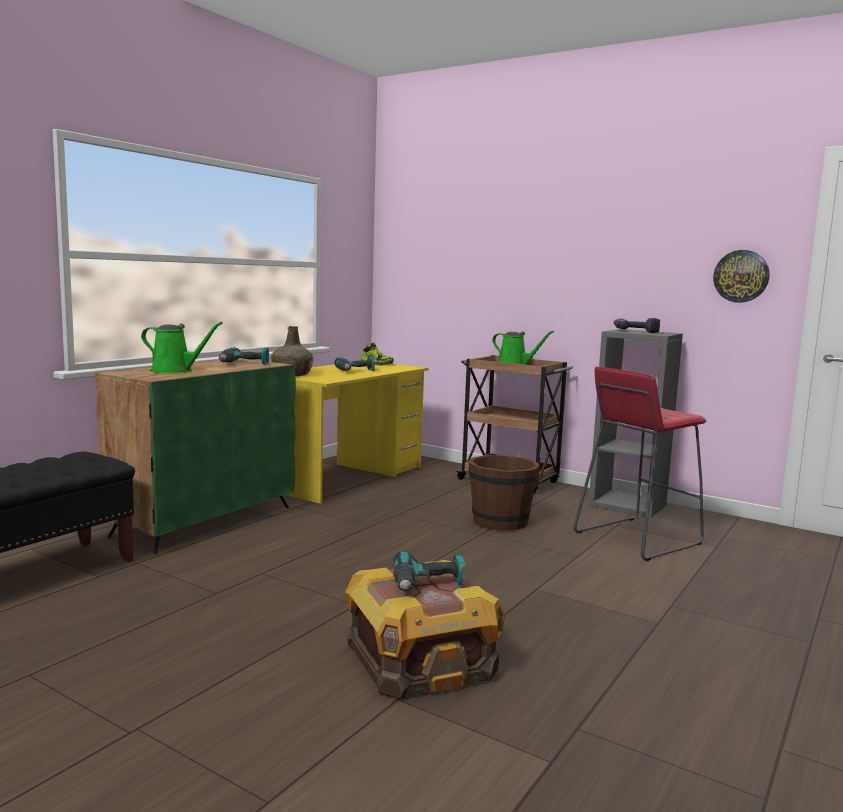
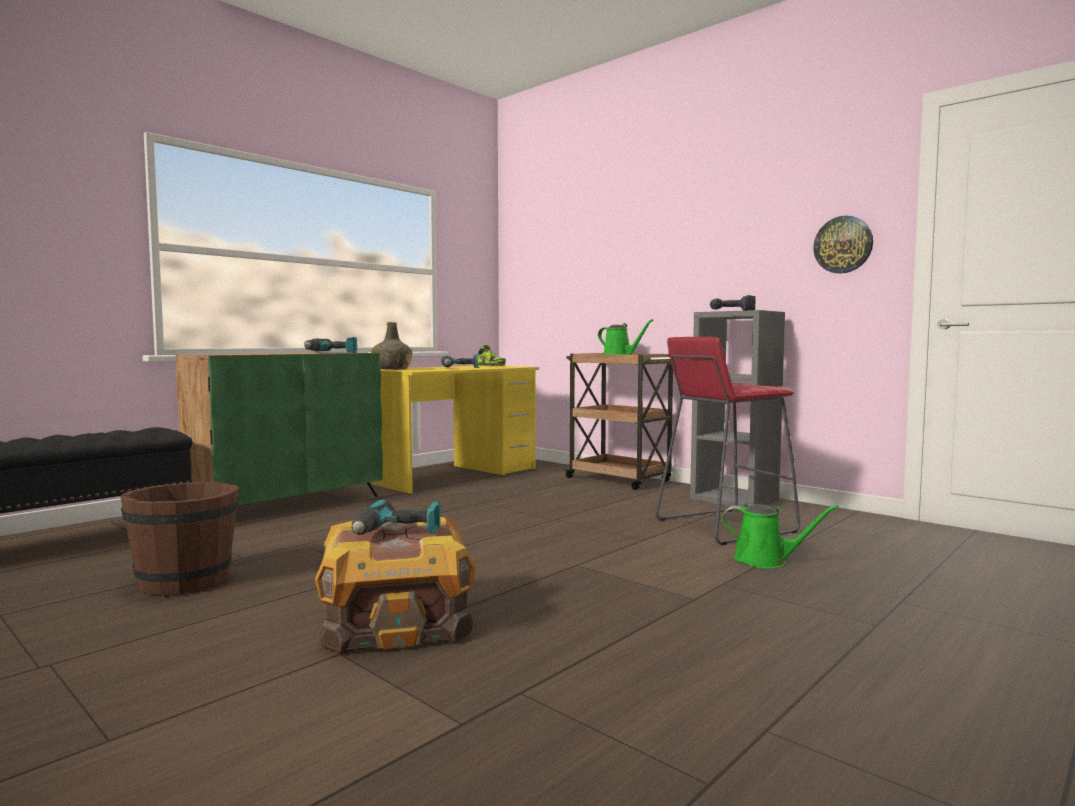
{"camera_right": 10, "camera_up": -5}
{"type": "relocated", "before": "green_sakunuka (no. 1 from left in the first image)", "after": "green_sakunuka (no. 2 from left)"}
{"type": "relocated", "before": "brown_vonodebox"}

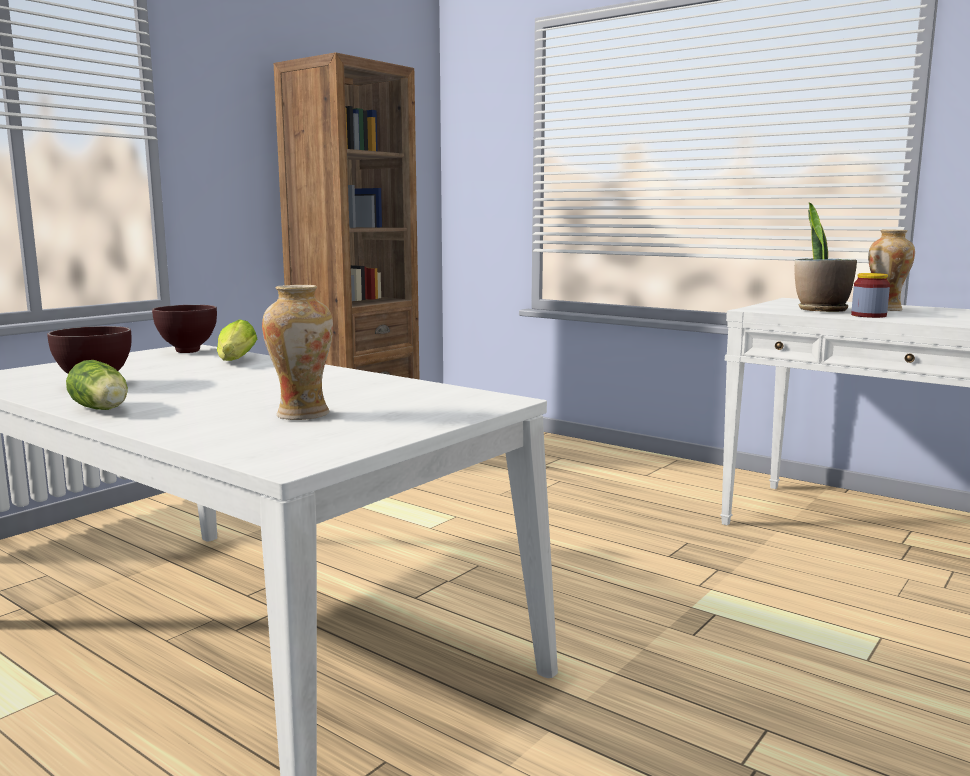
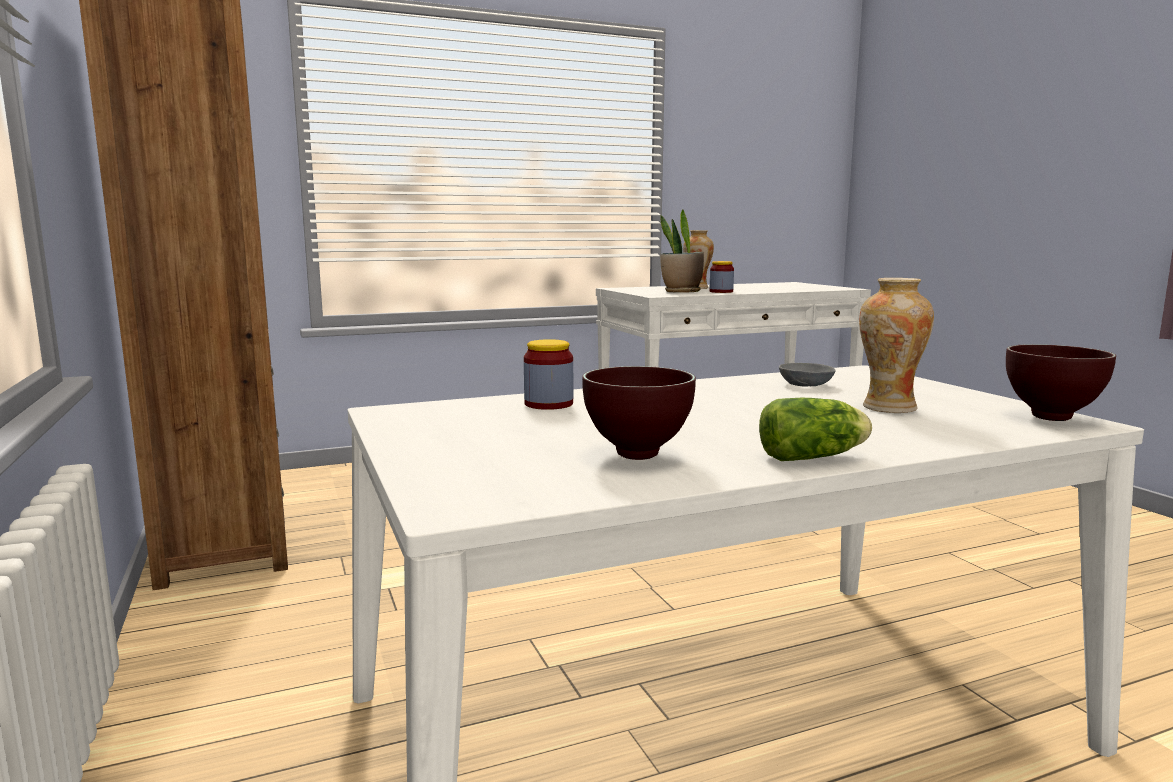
{"camera_right": -60, "camera_up": 0}
{"type": "appeared", "after": "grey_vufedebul"}
{"type": "relocated", "before": "brown_vufedebul (no. 2 from left)"}
{"type": "exchanged", "before": "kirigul (no. 2 from left)", "after": "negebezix (no. 1 from left)"}

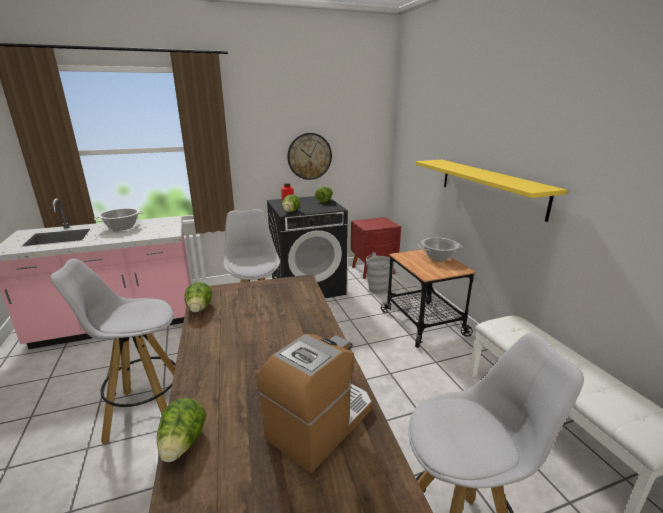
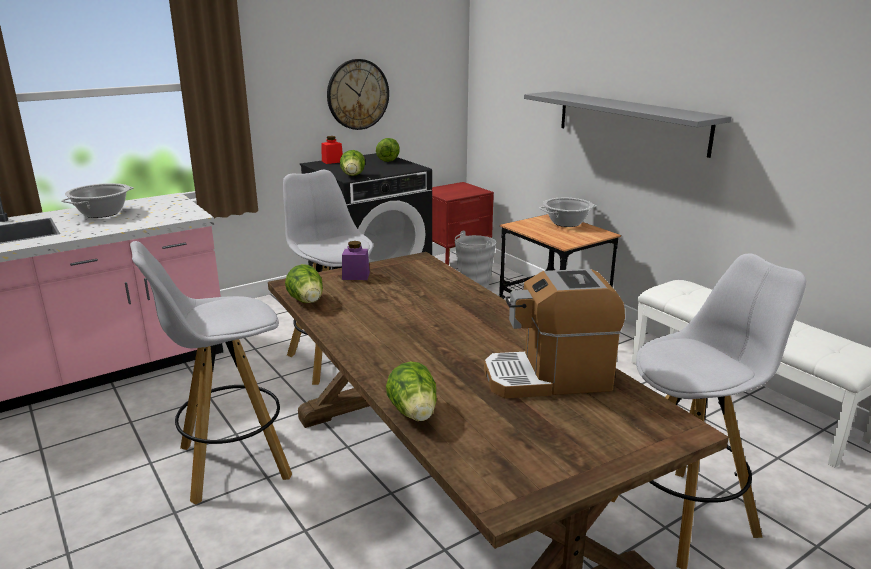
{"camera_right": -15, "camera_up": 0}
{"type": "appeared", "after": "purple_negebezix"}
{"type": "colour", "before": "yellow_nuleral", "after": "grey_nuleral"}
{"type": "spun", "before": "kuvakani", "turn": -120}

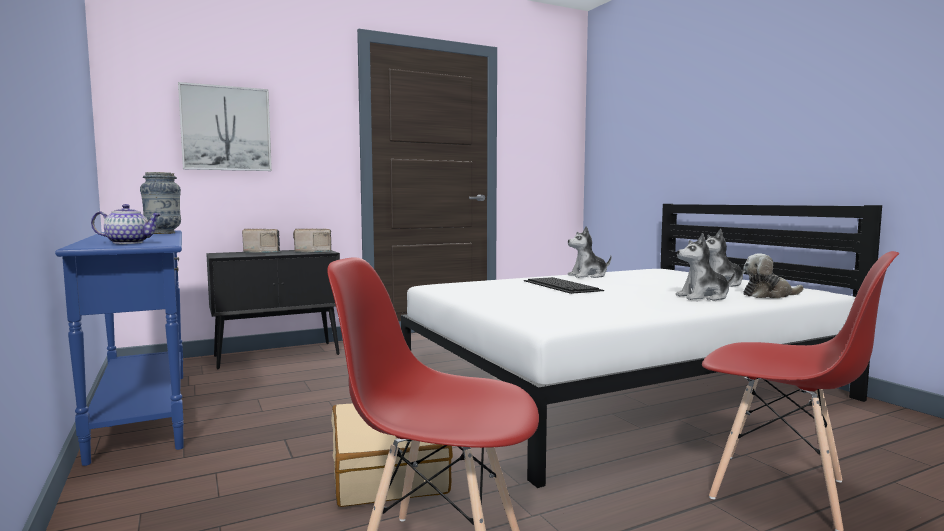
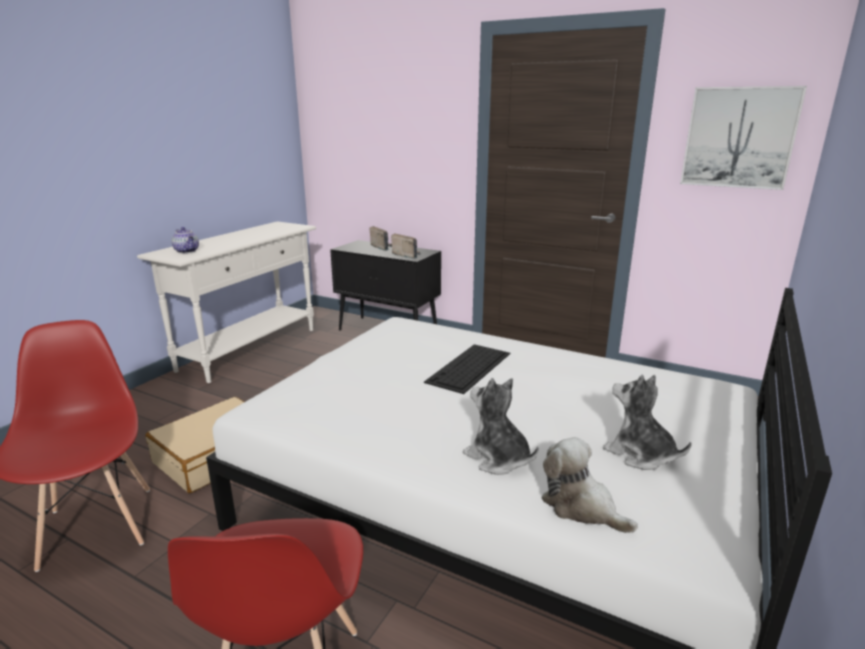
{"camera_right": 55, "camera_up": 15}
{"type": "missing", "before": "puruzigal"}
{"type": "missing", "before": "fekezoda (no. 1 from left)"}
{"type": "relocated", "before": "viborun"}
{"type": "colour", "before": "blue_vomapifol", "after": "white_vomapifol"}

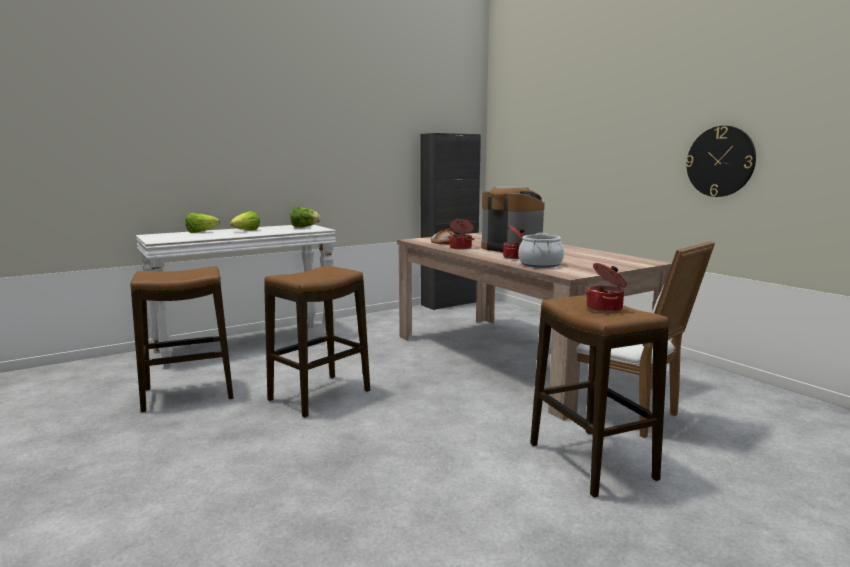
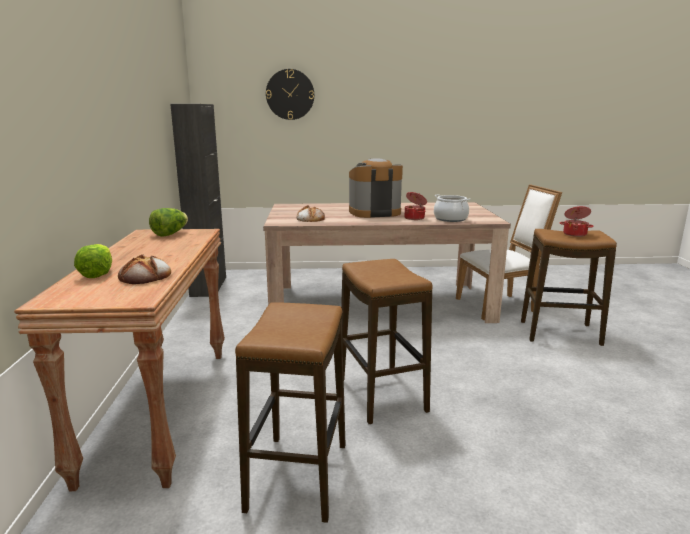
{"camera_right": -60, "camera_up": 5}
{"type": "missing", "before": "kirigul (no. 2 from left)"}
{"type": "missing", "before": "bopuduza (no. 1 from left)"}
{"type": "appeared", "after": "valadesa (no. 1 from left)"}
{"type": "relocated", "before": "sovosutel"}
{"type": "colour", "before": "white_vomapifol", "after": "brown_vomapifol"}

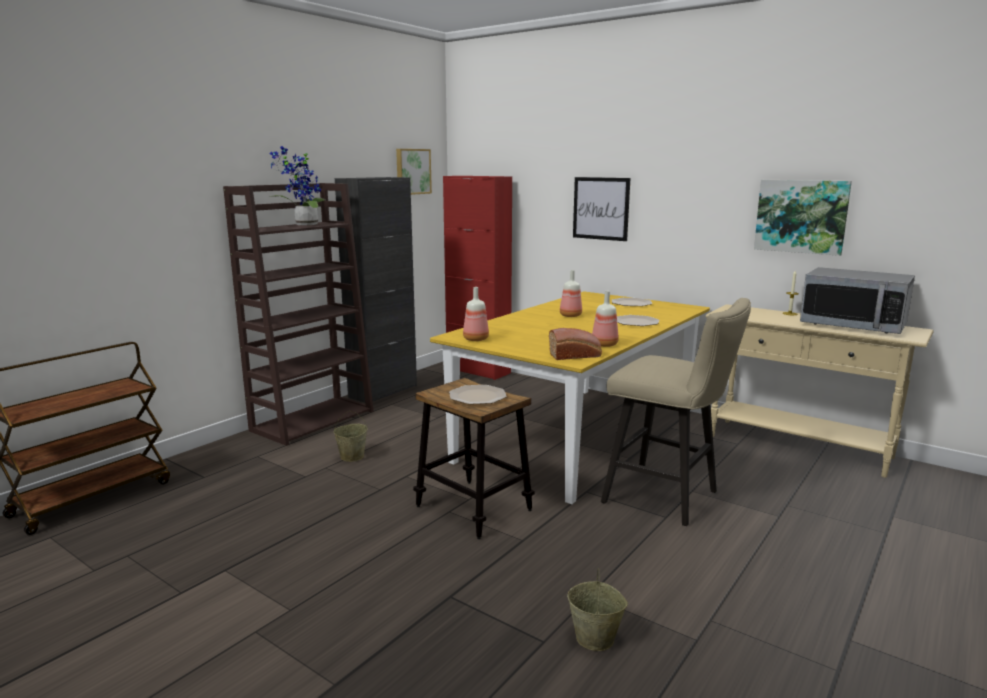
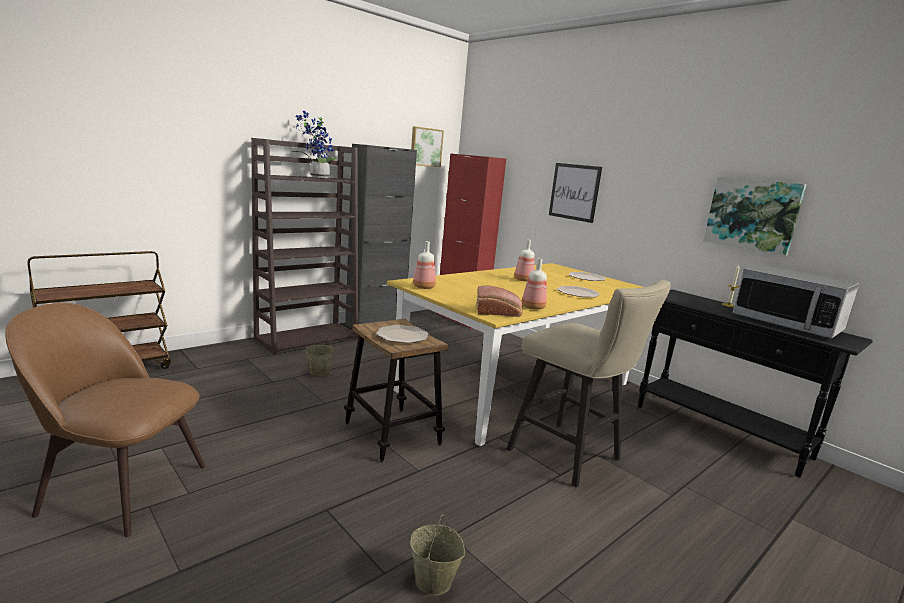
{"camera_right": 10, "camera_up": 0}
{"type": "appeared", "after": "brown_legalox"}
{"type": "colour", "before": "beige_vomapifol", "after": "black_vomapifol"}

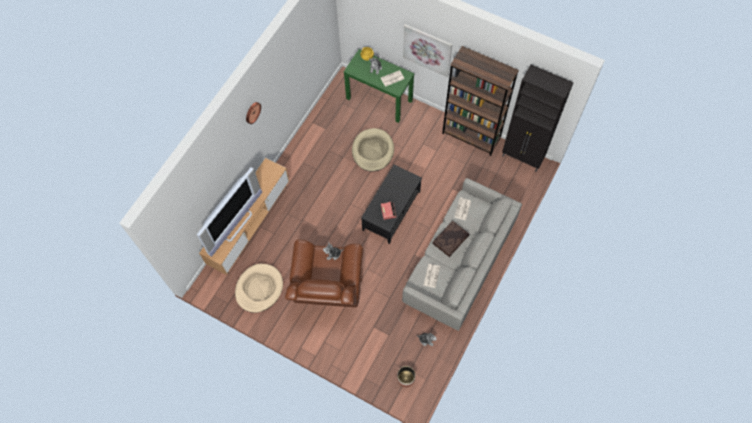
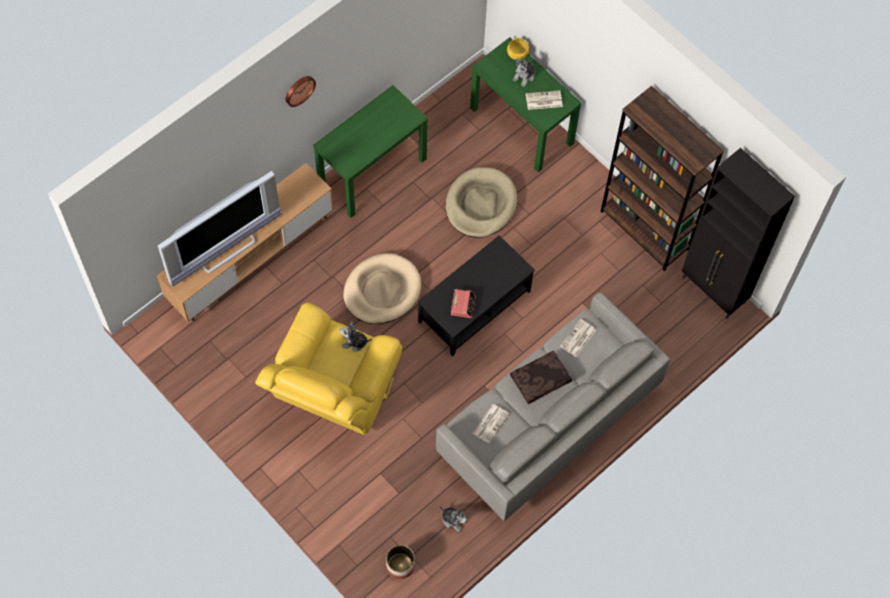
{"camera_right": 15, "camera_up": 0}
{"type": "missing", "before": "viborun"}
{"type": "appeared", "after": "green_vomapifol (no. 1 from left)"}
{"type": "relocated", "before": "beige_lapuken (no. 1 from left)"}
{"type": "colour", "before": "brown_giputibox", "after": "yellow_giputibox"}

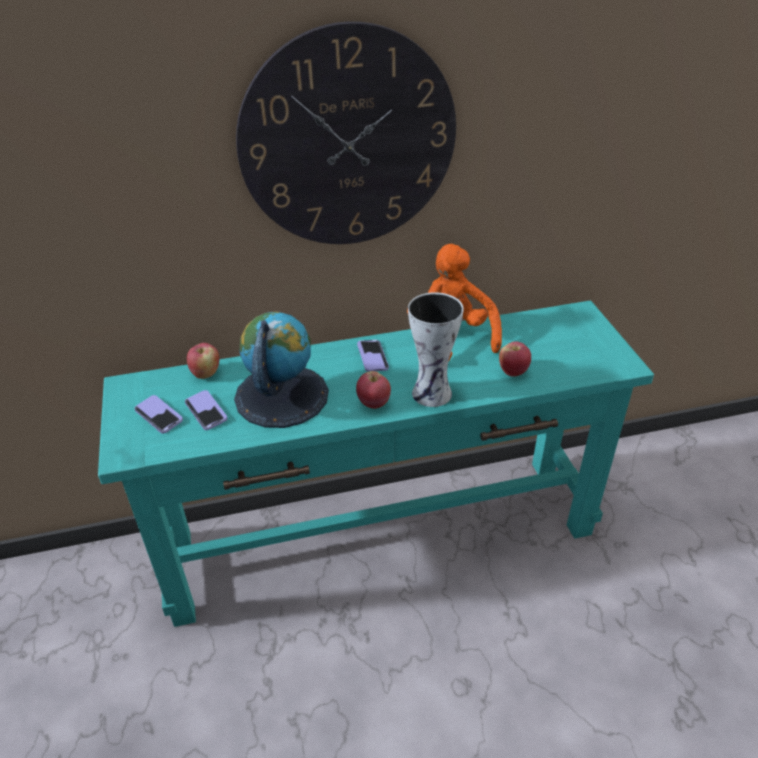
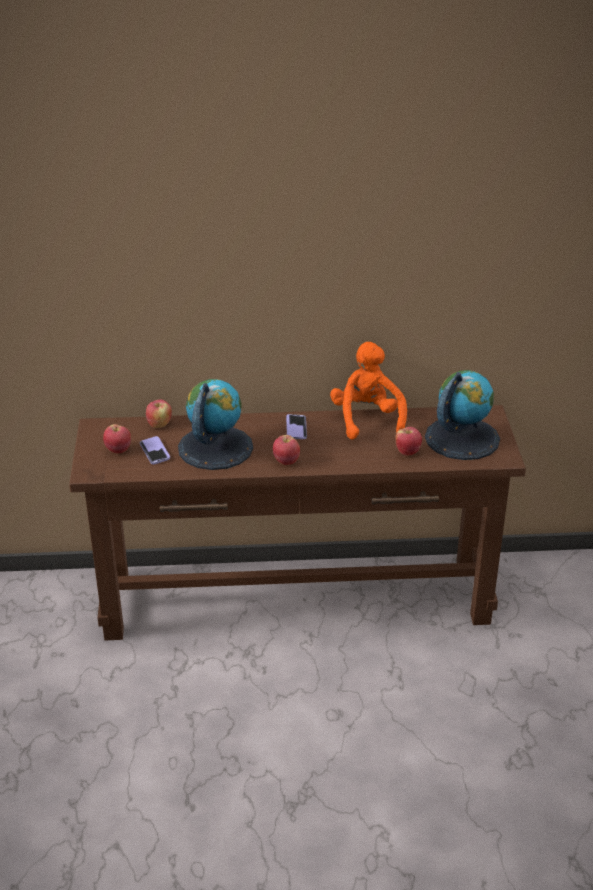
{"camera_right": 10, "camera_up": -5}
{"type": "missing", "before": "sovosutel"}
{"type": "missing", "before": "puruzigal"}
{"type": "appeared", "after": "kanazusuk (no. 2 from left)"}
{"type": "exchanged", "before": "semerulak (no. 1 from left)", "after": "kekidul (no. 1 from left)"}
{"type": "colour", "before": "turquoise_vomapifol", "after": "brown_vomapifol"}

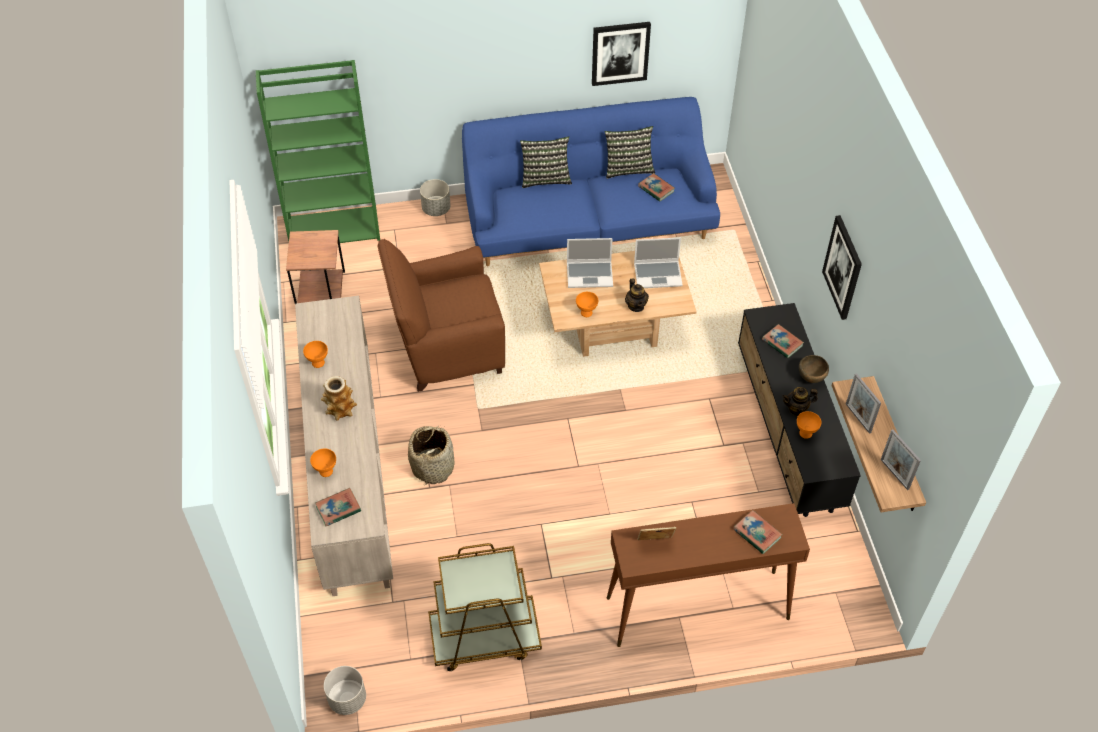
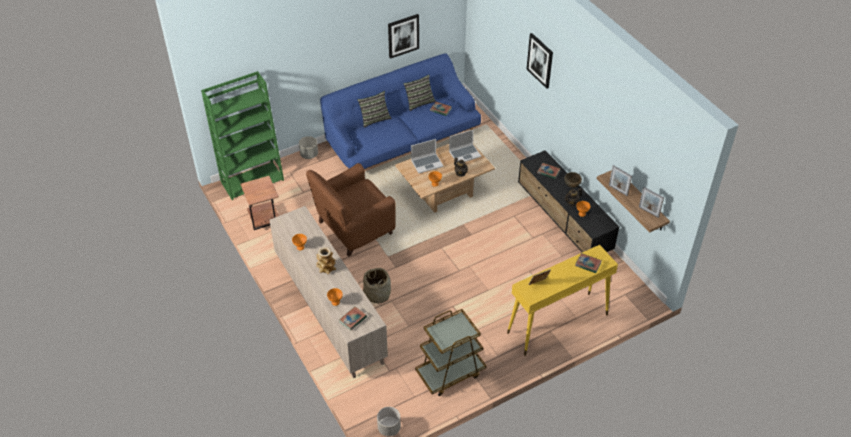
{"camera_right": -20, "camera_up": -5}
{"type": "relocated", "before": "viborun (no. 2 from left)"}
{"type": "colour", "before": "brown_vomapifol", "after": "yellow_vomapifol"}

